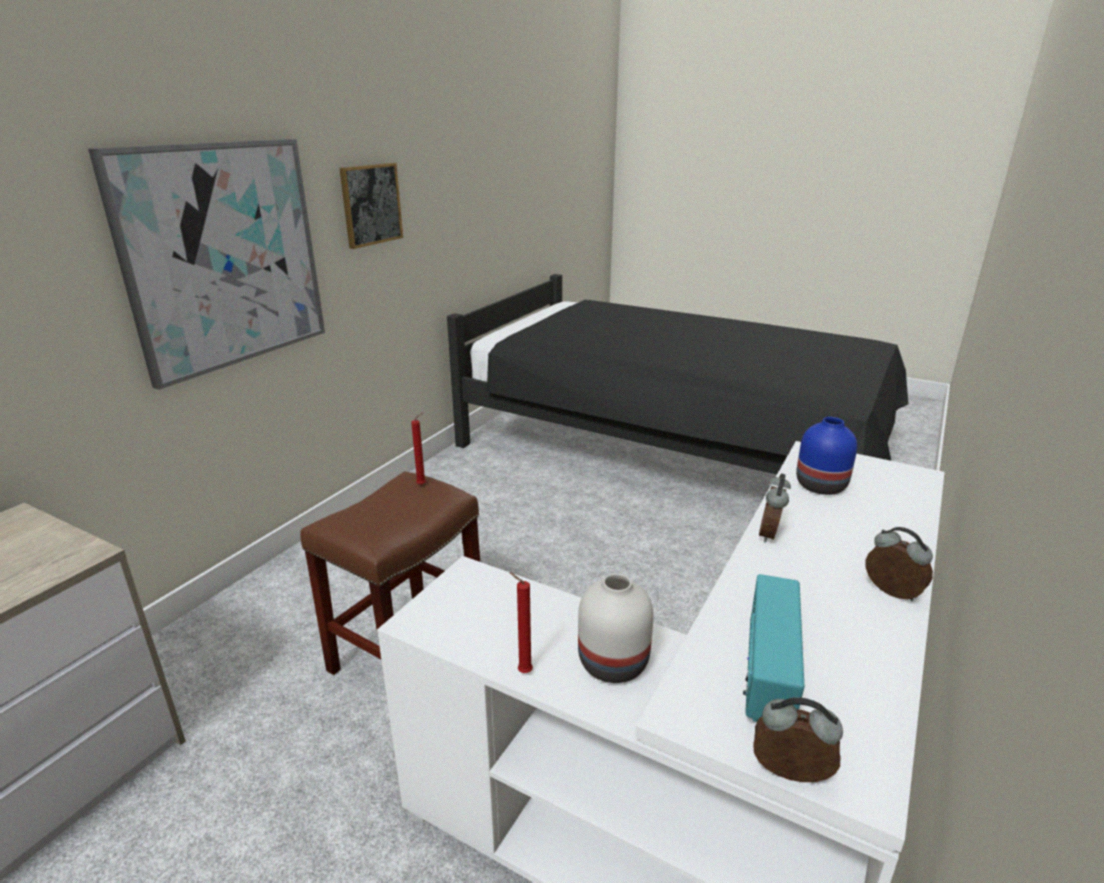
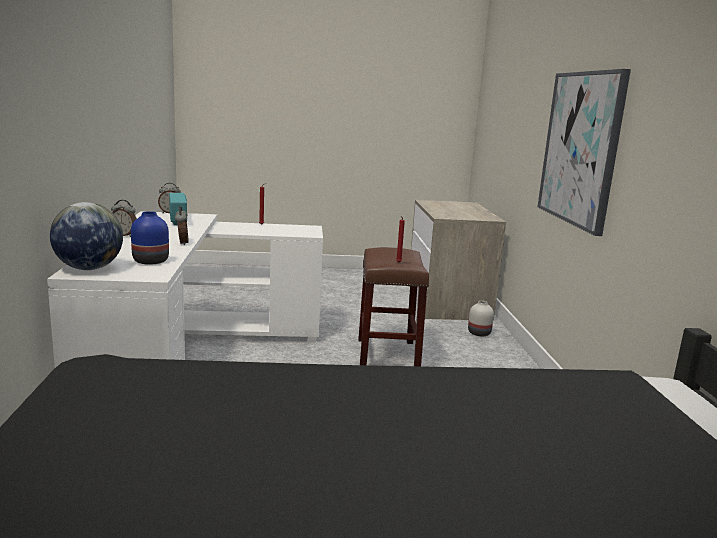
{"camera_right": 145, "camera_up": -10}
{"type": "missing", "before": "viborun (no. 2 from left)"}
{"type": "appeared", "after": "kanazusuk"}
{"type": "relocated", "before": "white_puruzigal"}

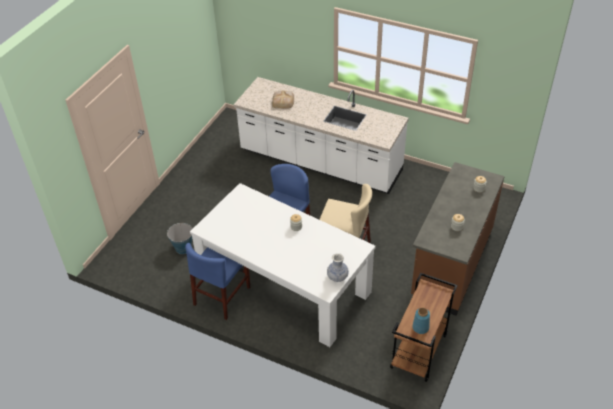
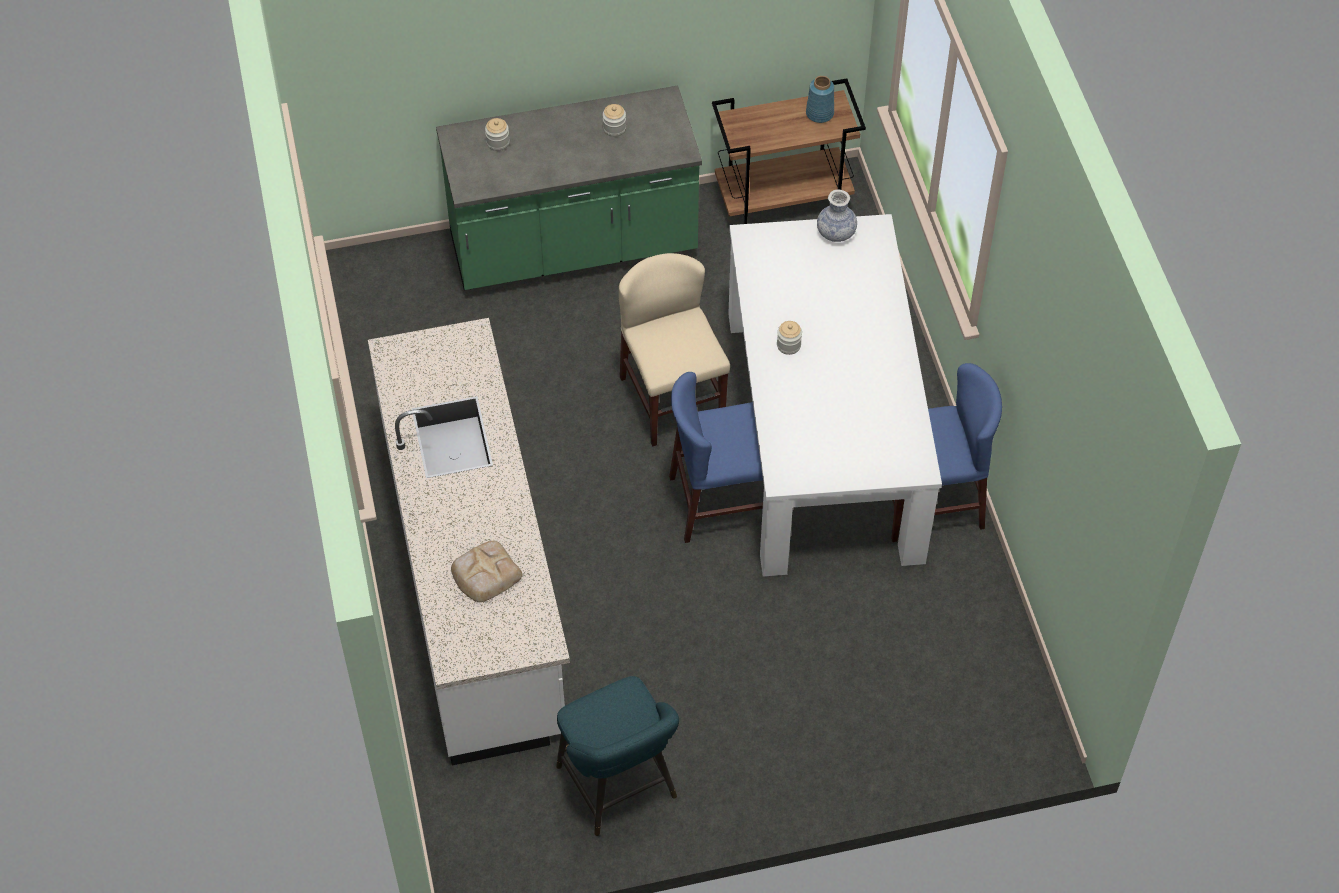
{"camera_right": -130, "camera_up": 10}
{"type": "missing", "before": "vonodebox"}
{"type": "appeared", "after": "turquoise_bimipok"}
{"type": "colour", "before": "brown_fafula", "after": "green_fafula"}

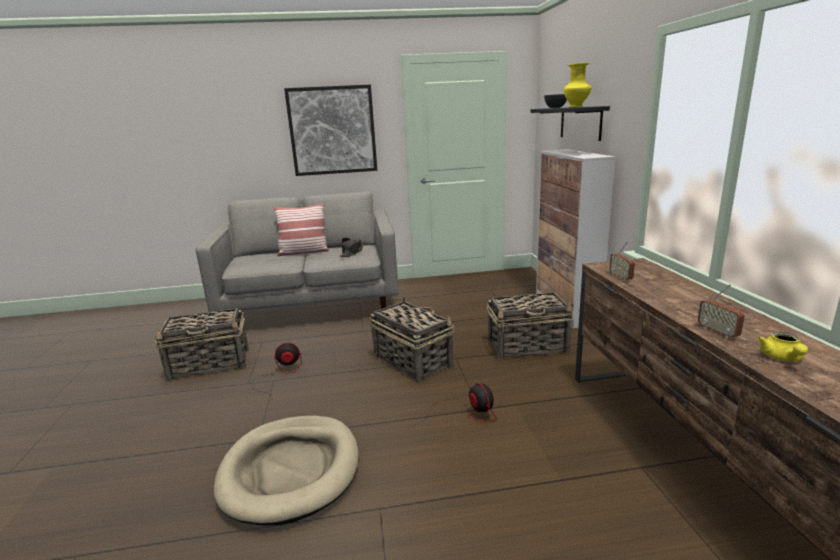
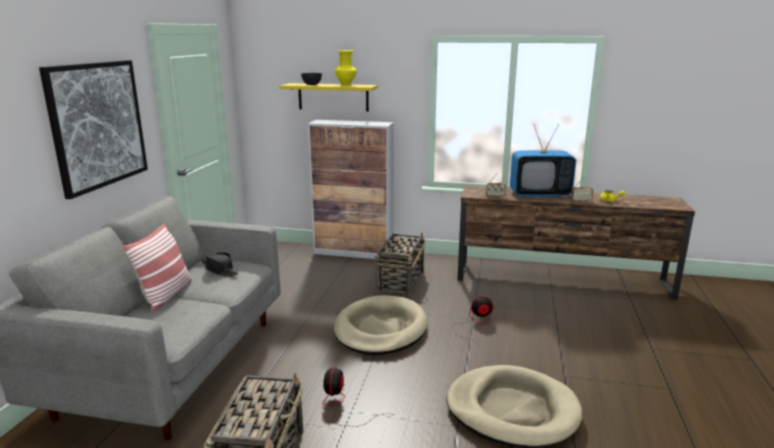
{"camera_right": -70, "camera_up": 0}
{"type": "appeared", "after": "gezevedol"}
{"type": "exchanged", "before": "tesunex (no. 2 from left)", "after": "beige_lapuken (no. 1 from left)"}
{"type": "colour", "before": "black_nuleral", "after": "yellow_nuleral"}

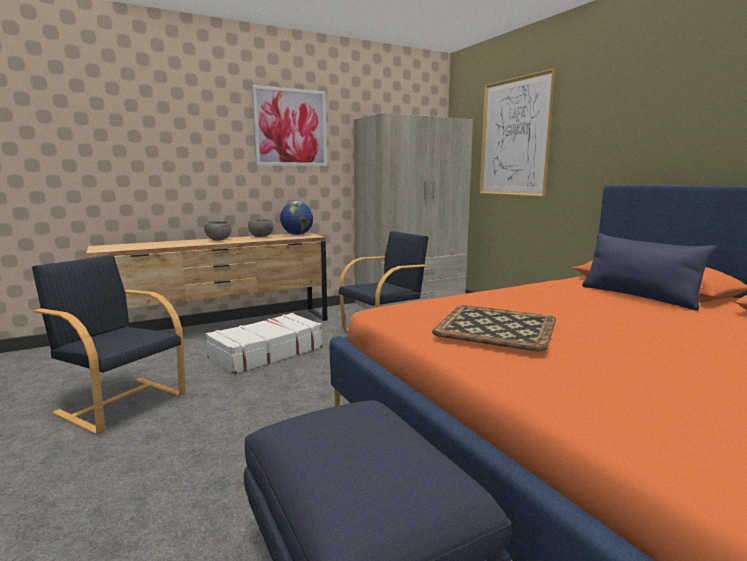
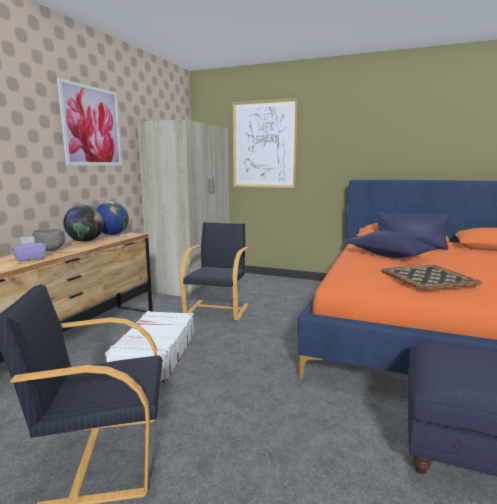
{"camera_right": -40, "camera_up": 0}
{"type": "appeared", "after": "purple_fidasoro"}
{"type": "appeared", "after": "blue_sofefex (no. 1 from left)"}
{"type": "exchanged", "before": "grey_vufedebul (no. 2 from left)", "after": "kanazusuk (no. 1 from left)"}

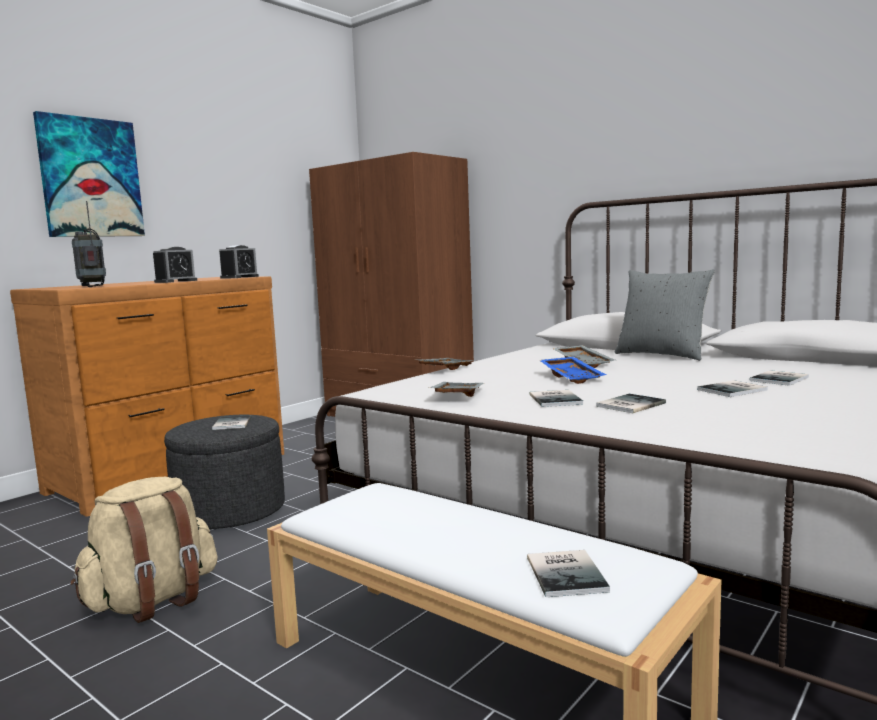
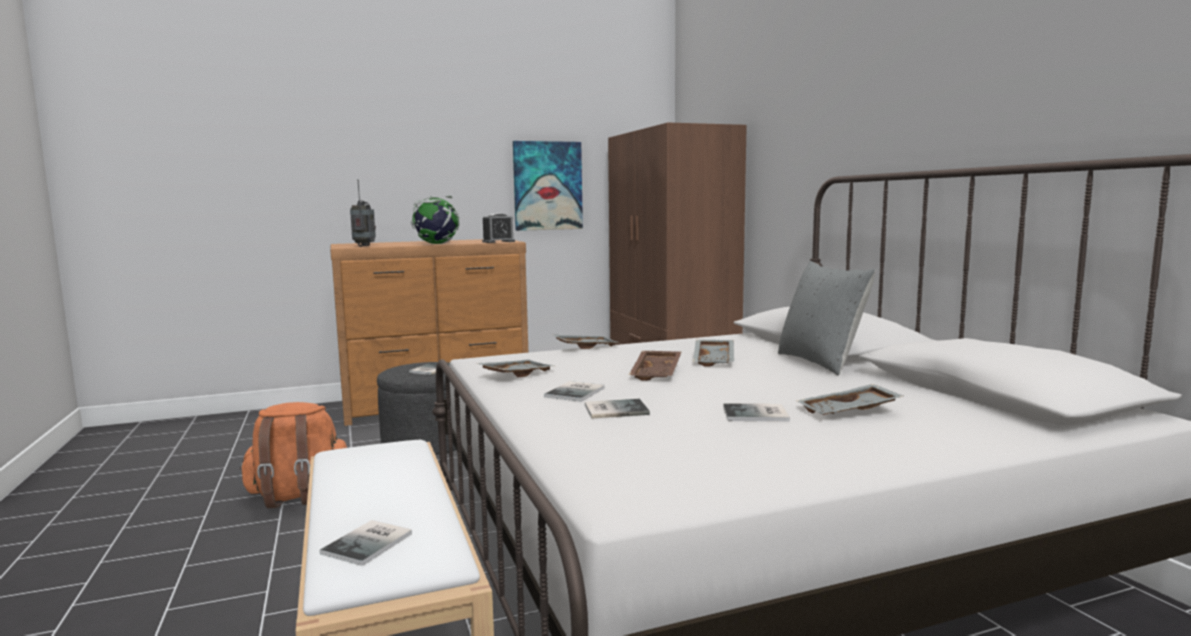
{"camera_right": 30, "camera_up": 0}
{"type": "relocated", "before": "viborun"}
{"type": "exchanged", "before": "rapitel (no. 1 from left)", "after": "kanazusuk"}
{"type": "exchanged", "before": "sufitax (no. 6 from left)", "after": "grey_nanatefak (no. 4 from left)"}
{"type": "colour", "before": "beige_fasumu", "after": "orange_fasumu"}
{"type": "colour", "before": "blue_nanatefak", "after": "brown_nanatefak"}

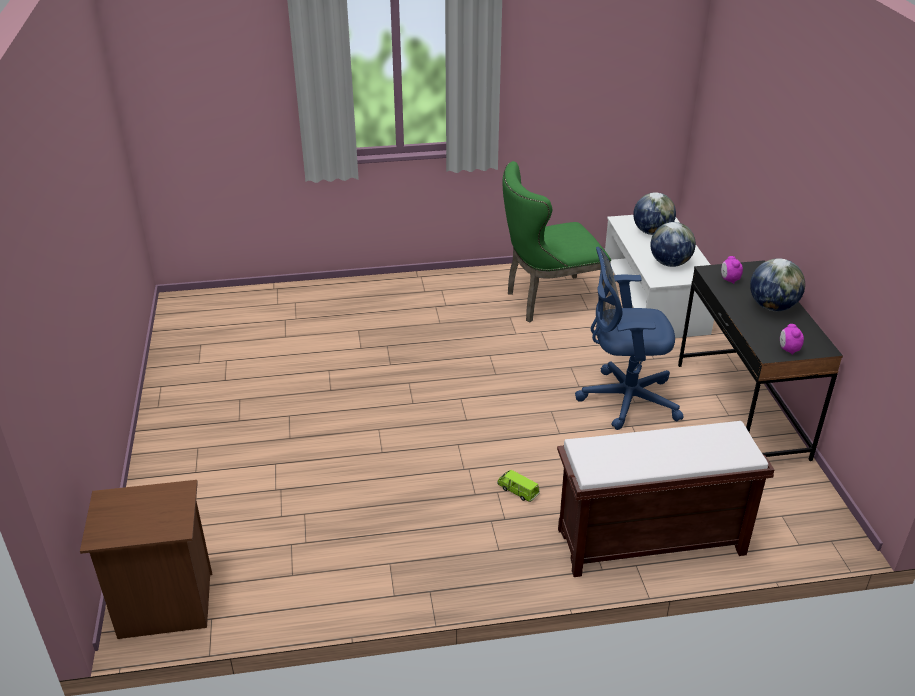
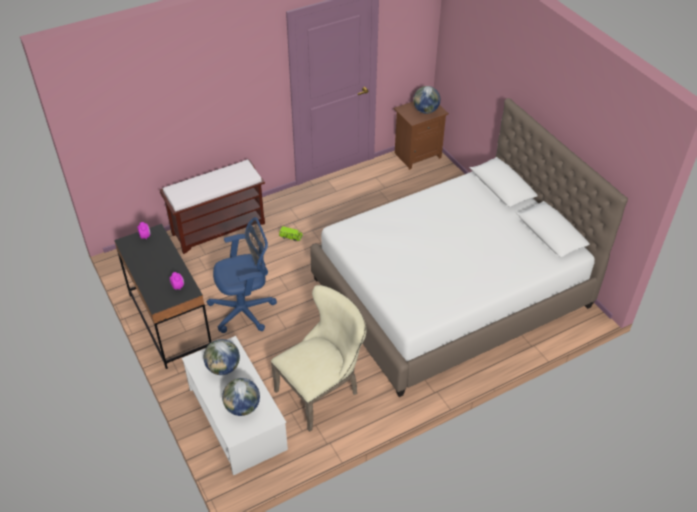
{"camera_right": 160, "camera_up": 10}
{"type": "appeared", "after": "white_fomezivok"}
{"type": "relocated", "before": "kanazusuk (no. 3 from left)"}
{"type": "colour", "before": "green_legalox", "after": "beige_legalox"}

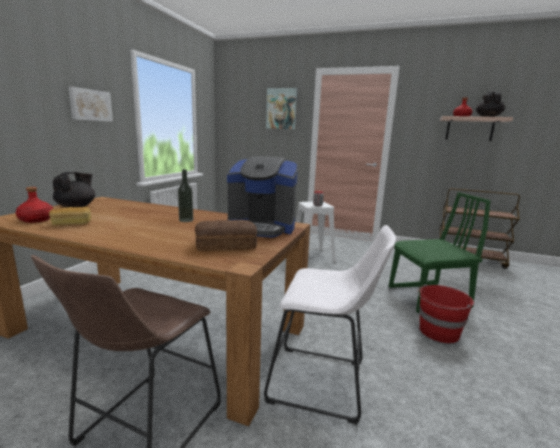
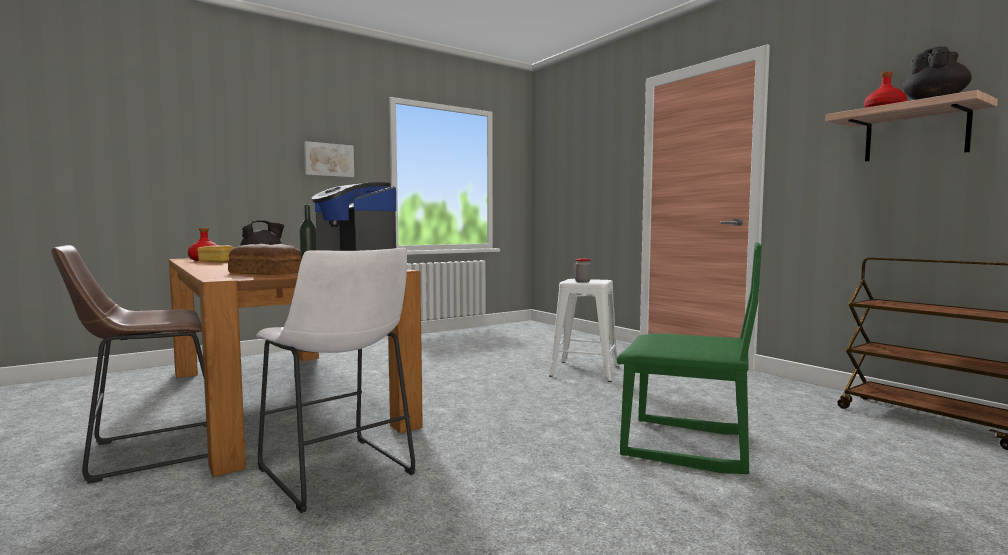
{"camera_right": 35, "camera_up": -10}
{"type": "missing", "before": "viborun (no. 2 from left)"}
{"type": "missing", "before": "red_vonodebox"}

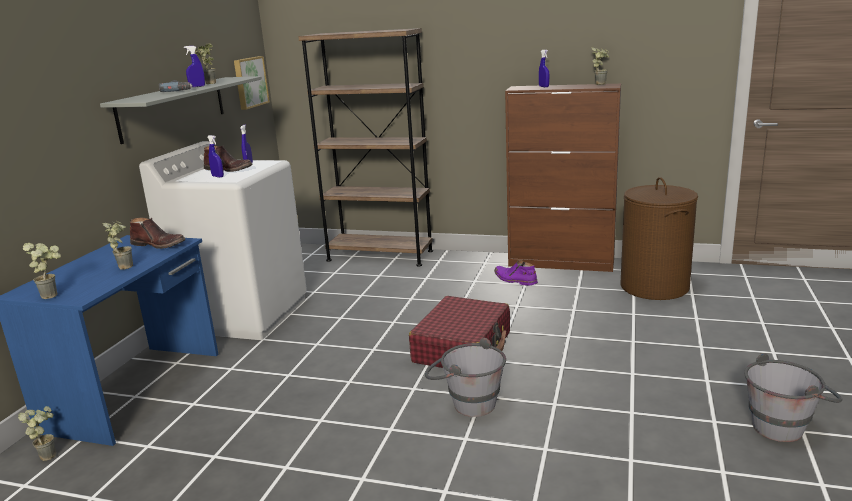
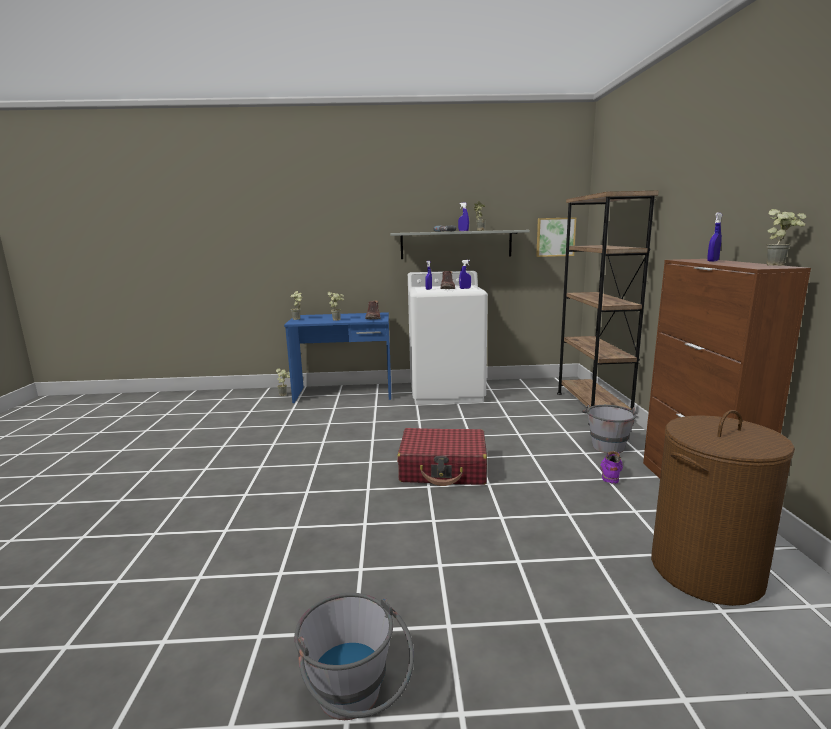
{"camera_right": 70, "camera_up": -5}
{"type": "relocated", "before": "grey_vonodebox (no. 1 from left in the first image)", "after": "grey_vonodebox (no. 2 from left)"}

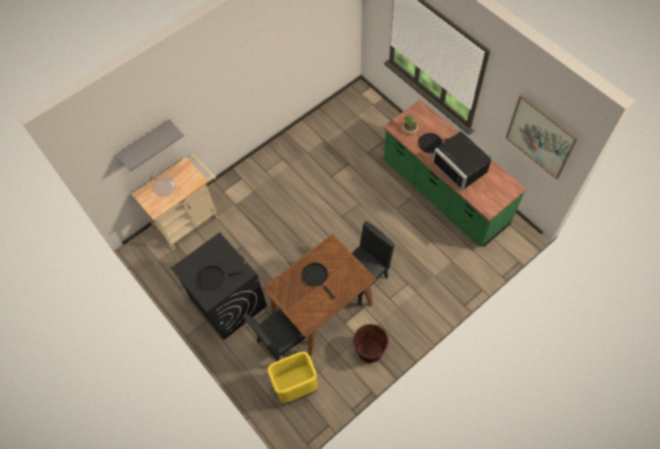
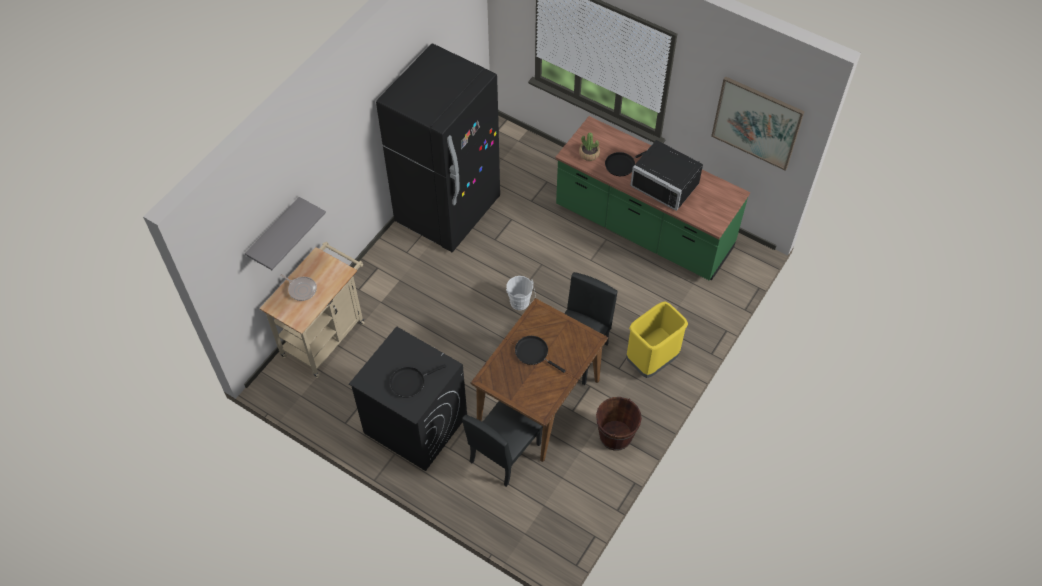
{"camera_right": -20, "camera_up": -5}
{"type": "appeared", "after": "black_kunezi"}
{"type": "appeared", "after": "white_vonodebox"}
{"type": "relocated", "before": "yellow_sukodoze"}

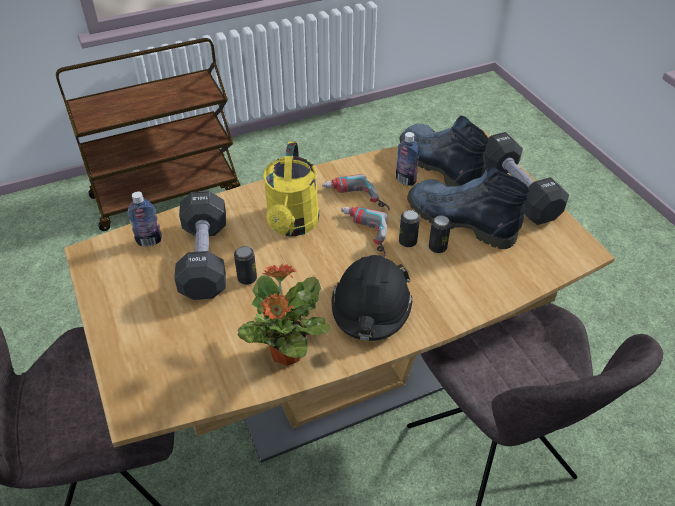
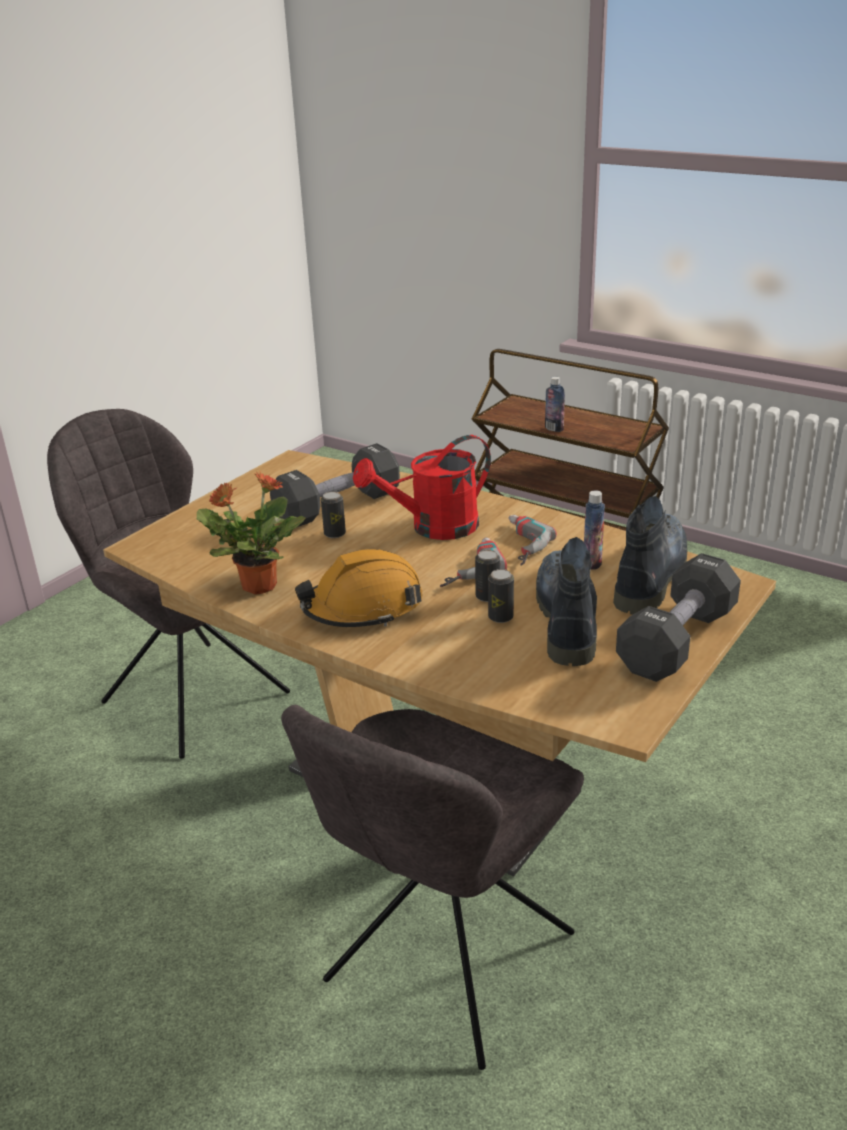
{"camera_right": 60, "camera_up": -15}
{"type": "relocated", "before": "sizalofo (no. 1 from left)"}
{"type": "colour", "before": "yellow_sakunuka", "after": "red_sakunuka"}
{"type": "colour", "before": "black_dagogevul", "after": "orange_dagogevul"}

